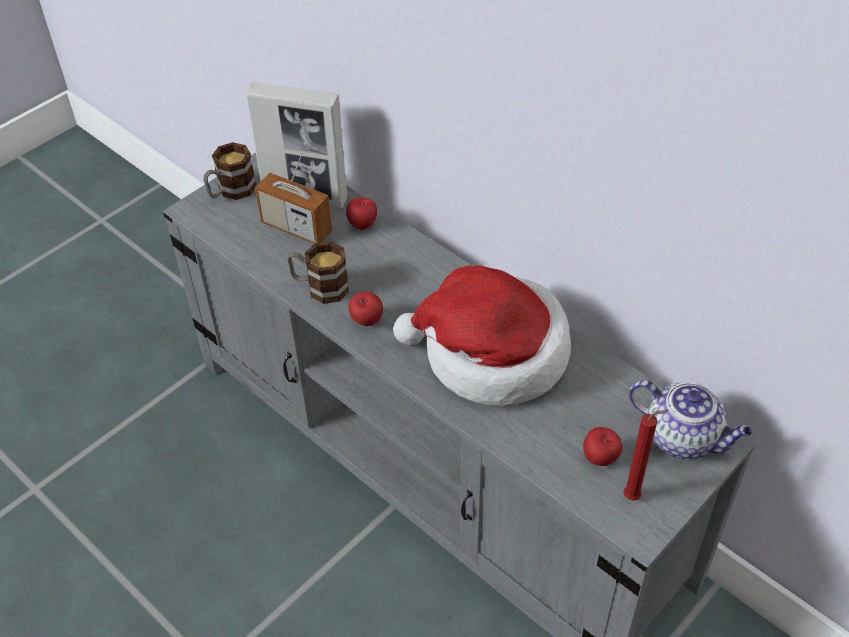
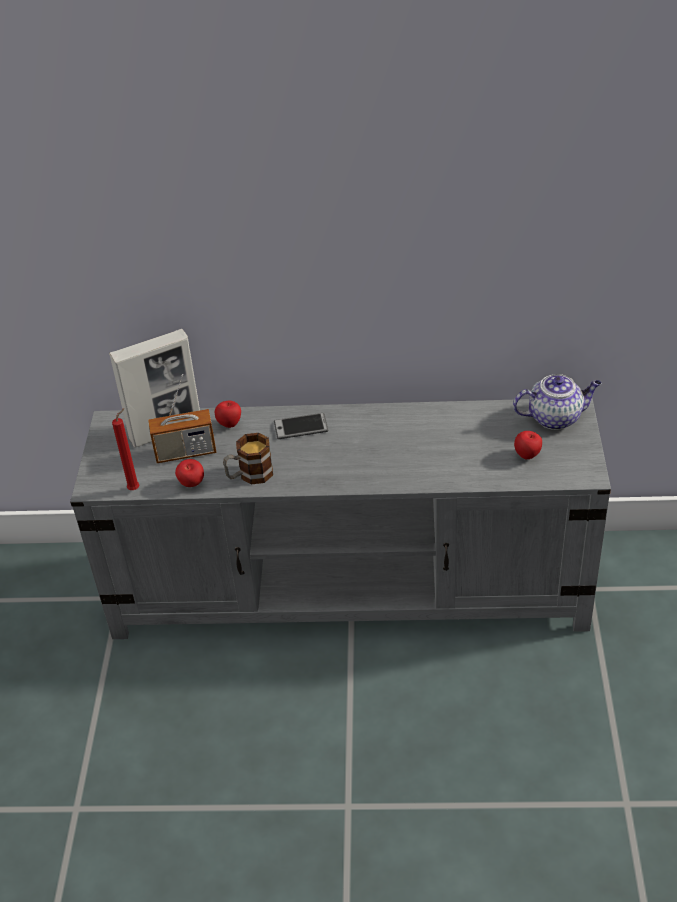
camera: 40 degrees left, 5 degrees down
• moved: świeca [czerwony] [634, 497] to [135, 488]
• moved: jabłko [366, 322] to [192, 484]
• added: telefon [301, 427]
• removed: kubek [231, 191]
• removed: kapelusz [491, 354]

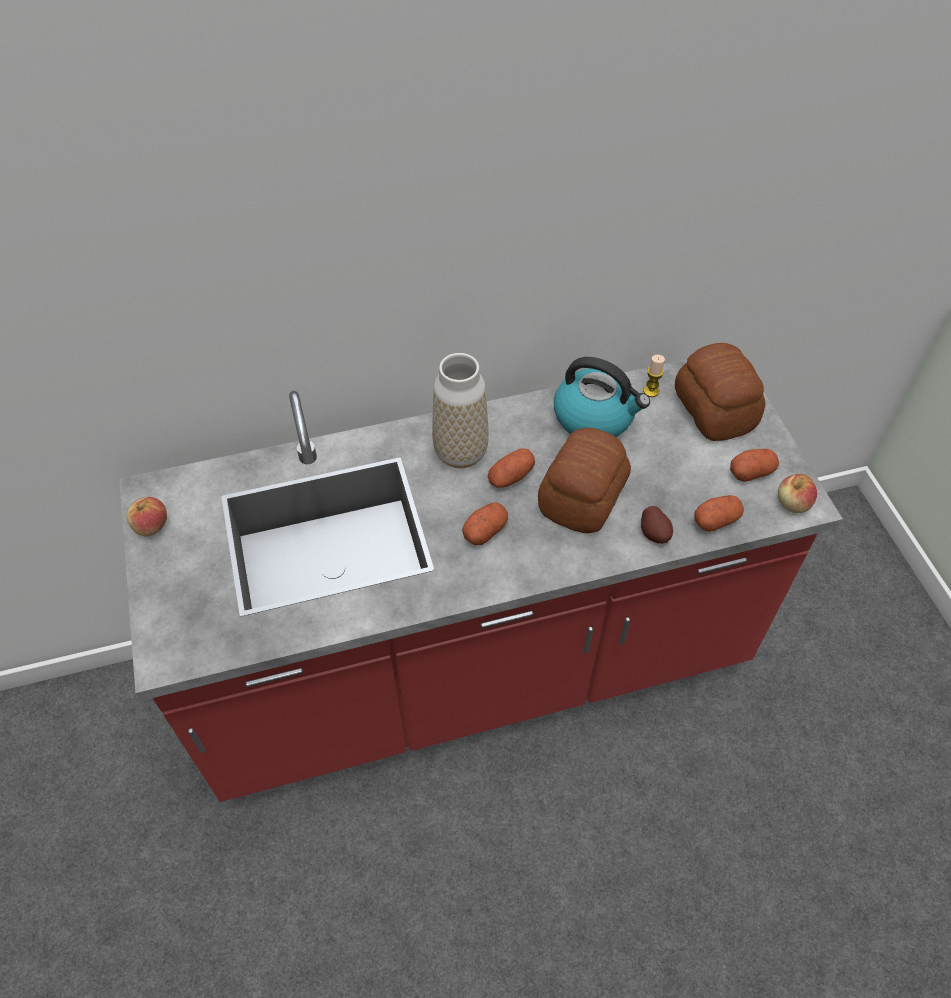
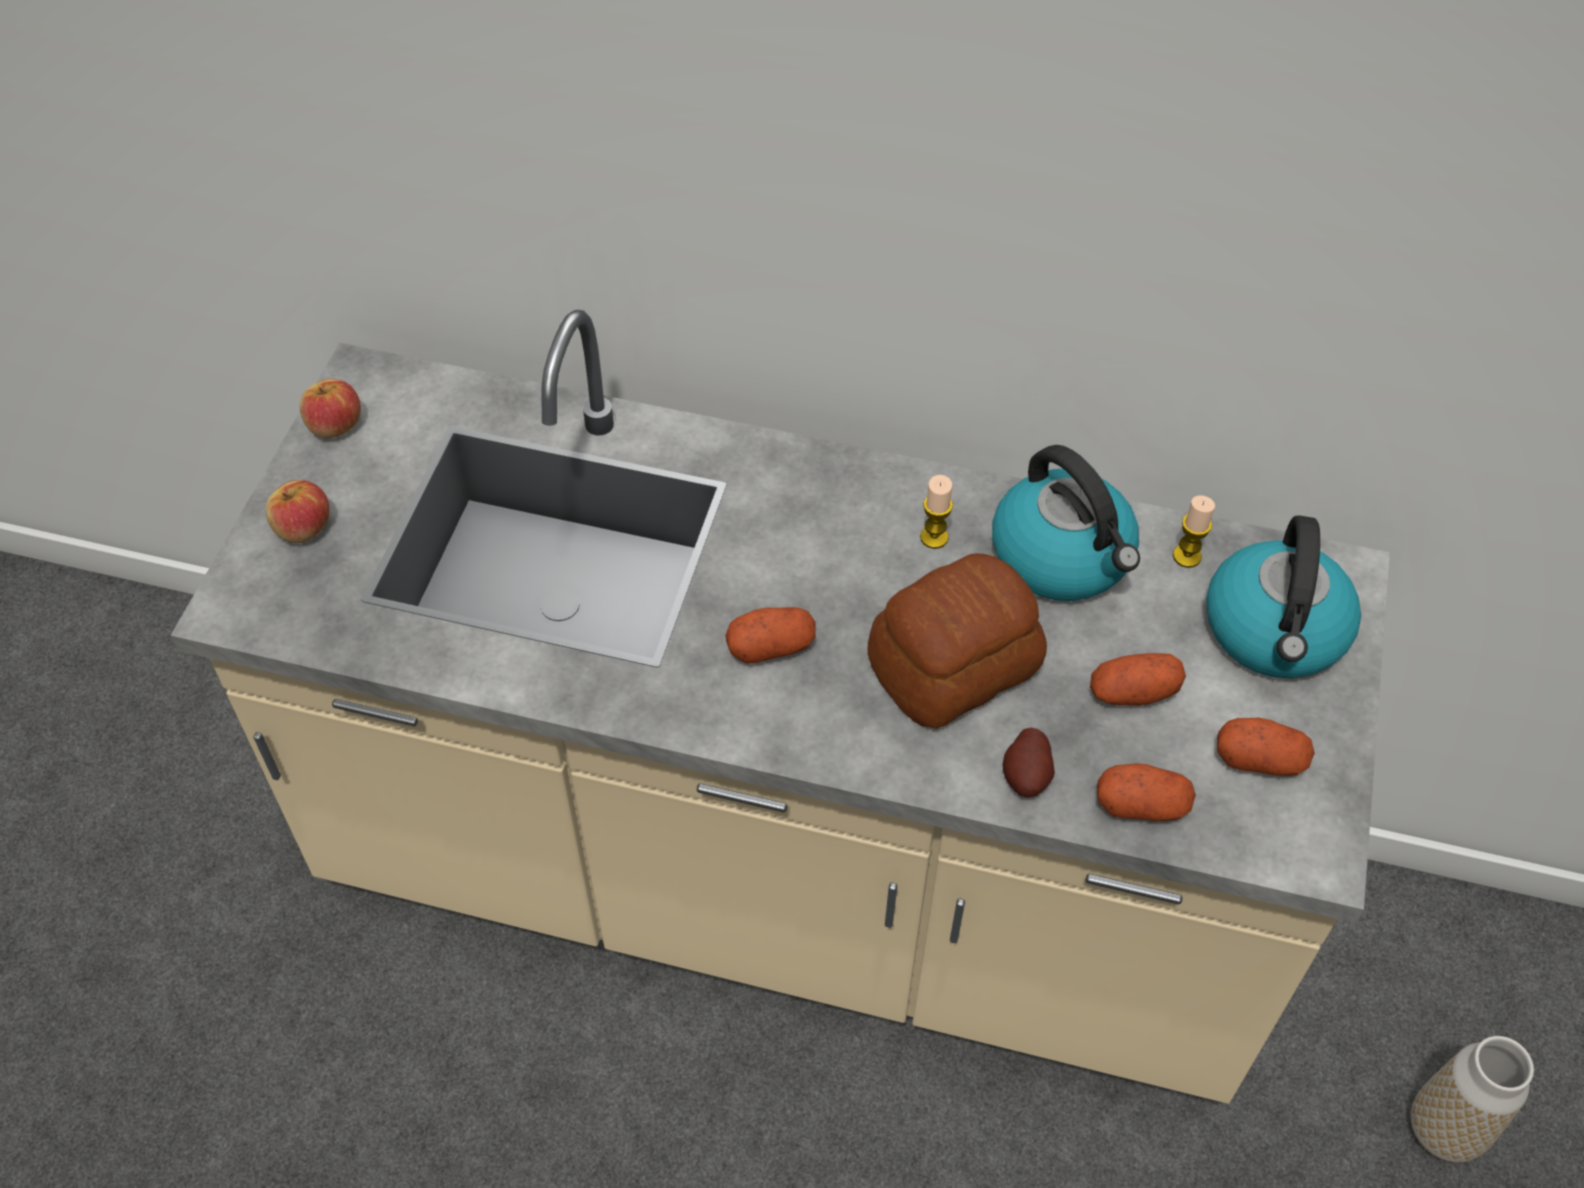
camera: 30 degrees right, 0 degrees up
• recoloured: zabudowa kuchenna [czerwony] [475, 668] to zabudowa kuchenna [beżowy] [789, 885]
• moved: jabłko [792, 503] to [303, 528]
• added: świeca [934, 537]
• moved: ziemniak [511, 477] to [1133, 692]
• replaced: chleb [715, 408] to czajnik [1275, 632]
• moved: wazon [460, 453] to [1444, 1129]

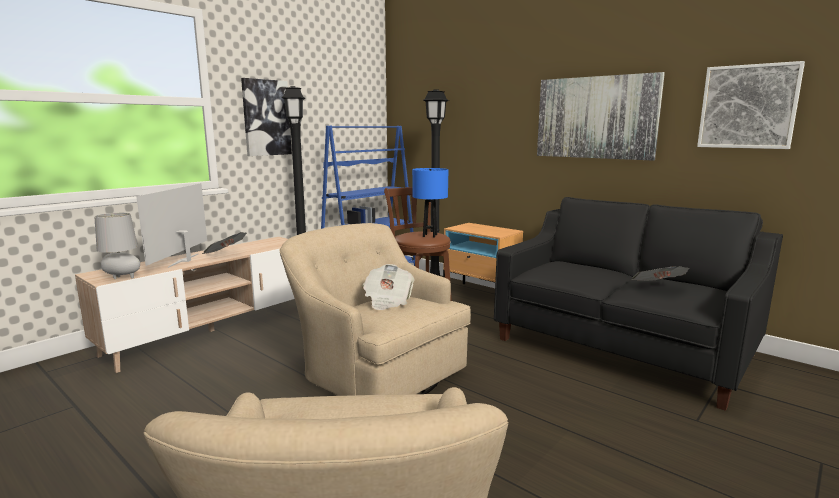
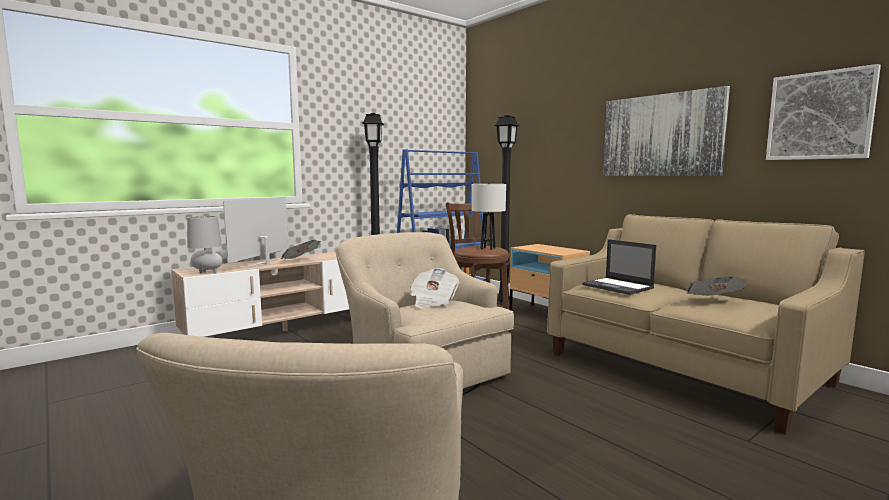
camera: 10 degrees right, 5 degrees down
• recoloured: lampa stołowa [niebieski] [429, 235] to lampa stołowa [biały] [487, 248]
• recoloured: kanapa [czarny] [622, 347] to kanapa [beżowy] [683, 368]
• added: laptop [618, 286]
• removed: obraz [266, 118]

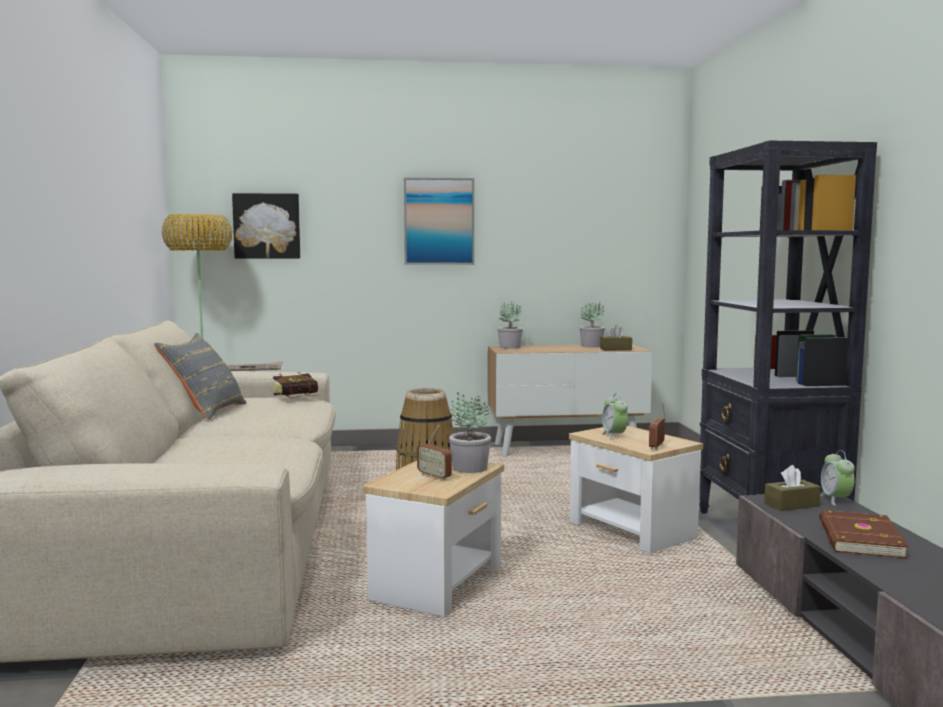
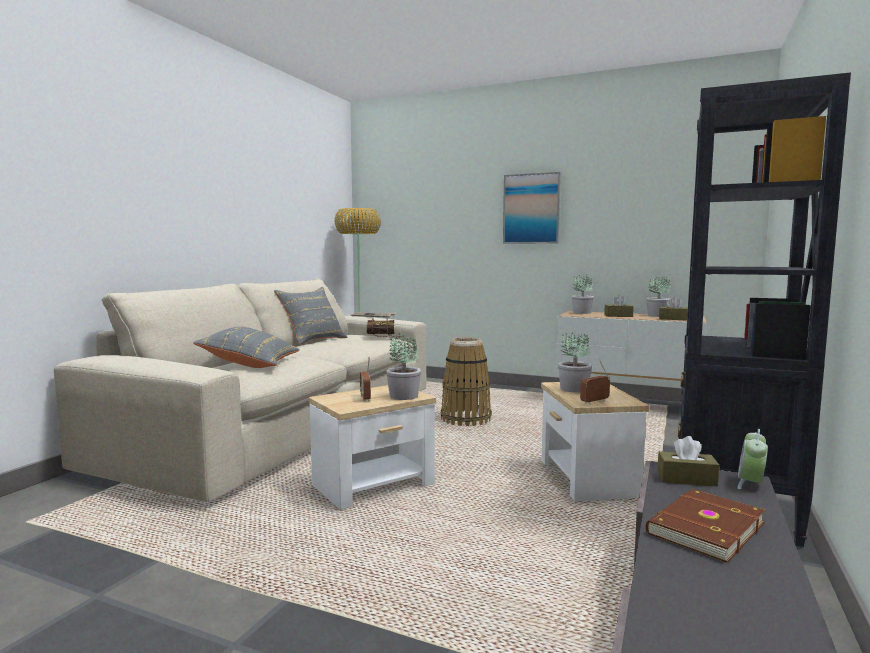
camera: 30 degrees right, 0 degrees up
• added: poduszka [szary] [250, 364]
• replaced: budzik [614, 436] to roślina doniczkowa [574, 389]
• added: pudełko chusteczek [brązowy] [618, 316]
• removed: obraz [267, 226]

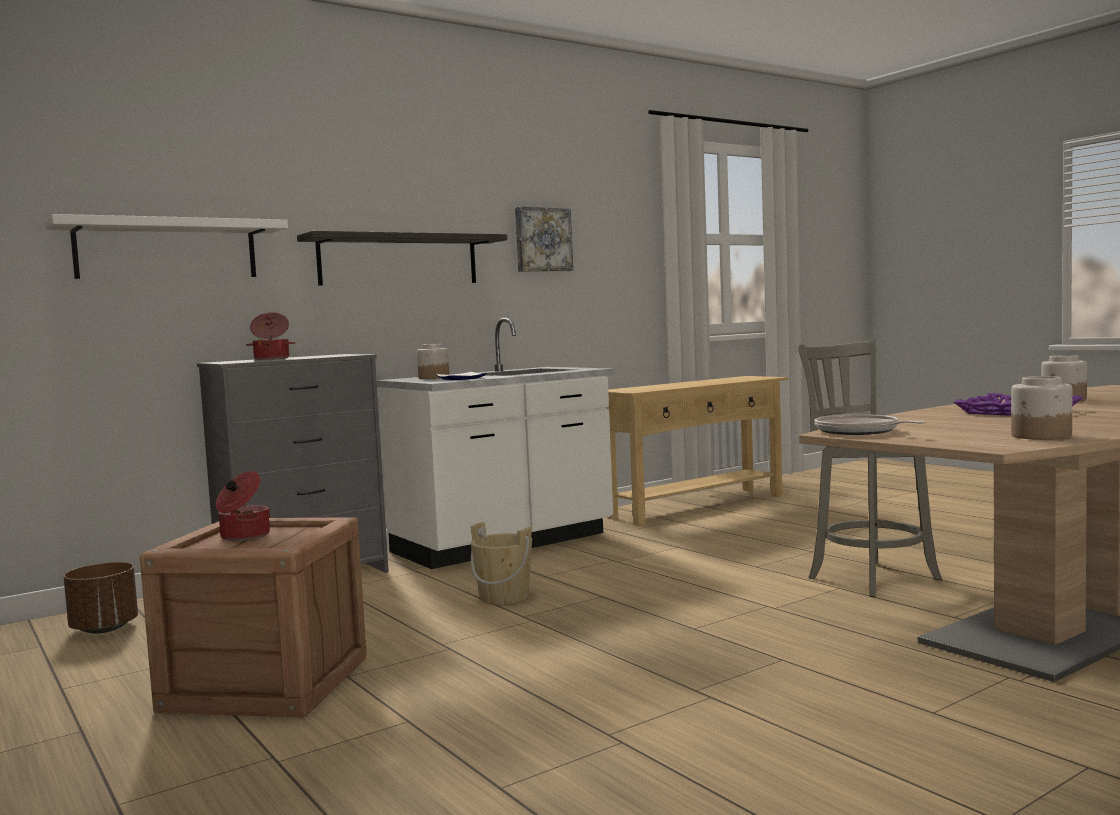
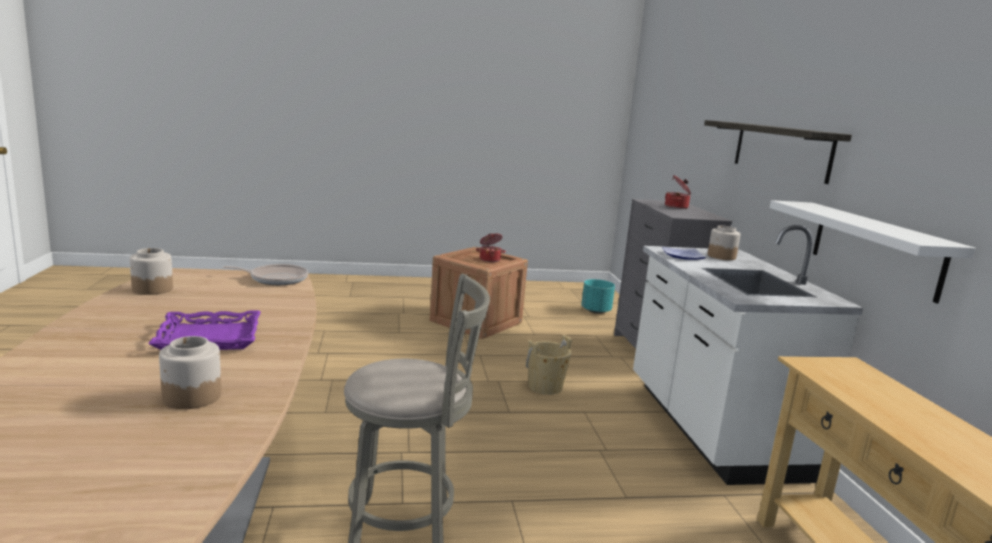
camera: 115 degrees right, 10 degrees up
• recoloured: donica [brązowy] [103, 629] to donica [turkusowy] [596, 311]
• moved: półka [biały] [167, 250] to [874, 248]
• removed: obraz [542, 240]

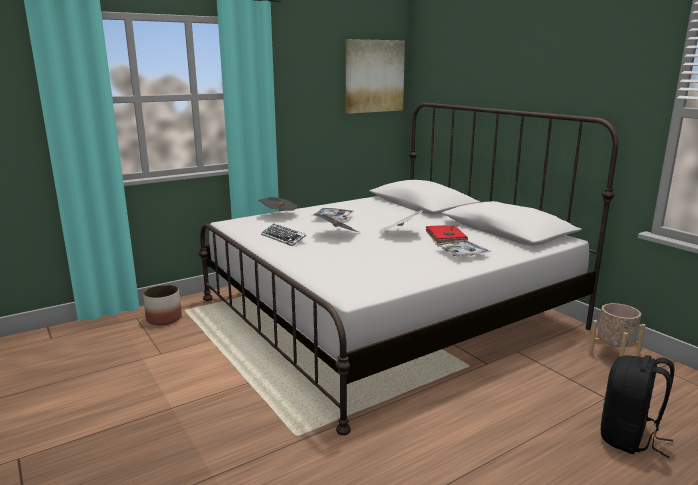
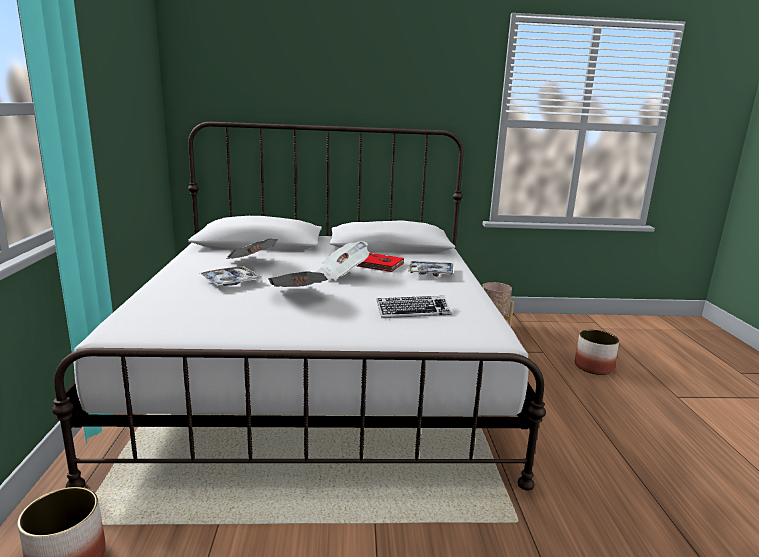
camera: 60 degrees left, 0 degrees up
• moved: gazeta [280, 215] to [252, 262]
• moved: klawiatura [283, 238] to [413, 311]
• replaced: plecak [czarny] [629, 438] to donica [594, 367]
• removed: obraz [374, 76]

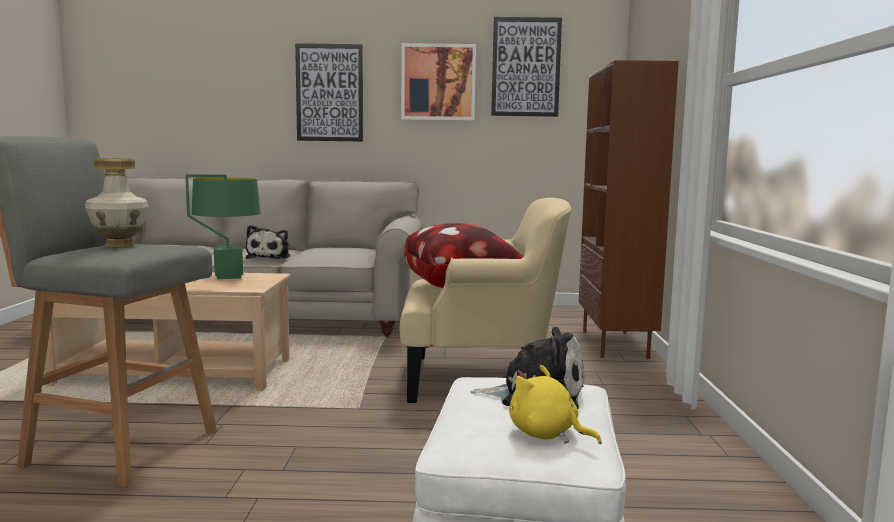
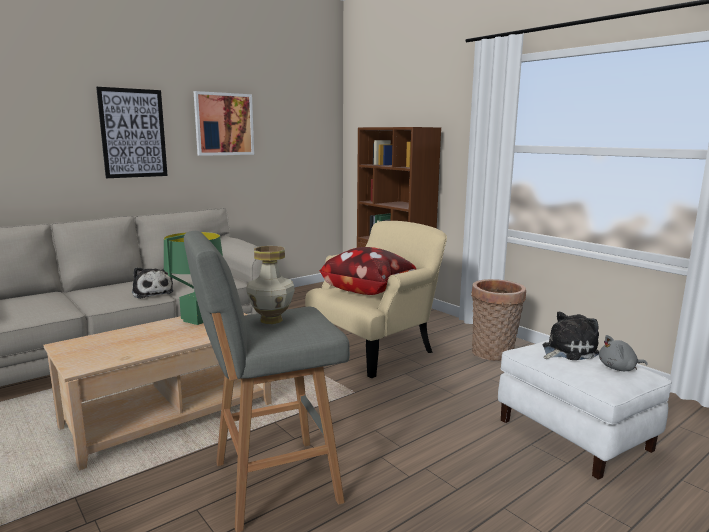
camera: 40 degrees left, 5 degrees up
• added: koszyk [493, 354]
• recoloured: pluszak [żółty] [546, 435] to pluszak [szary] [619, 368]
• removed: obraz [526, 67]

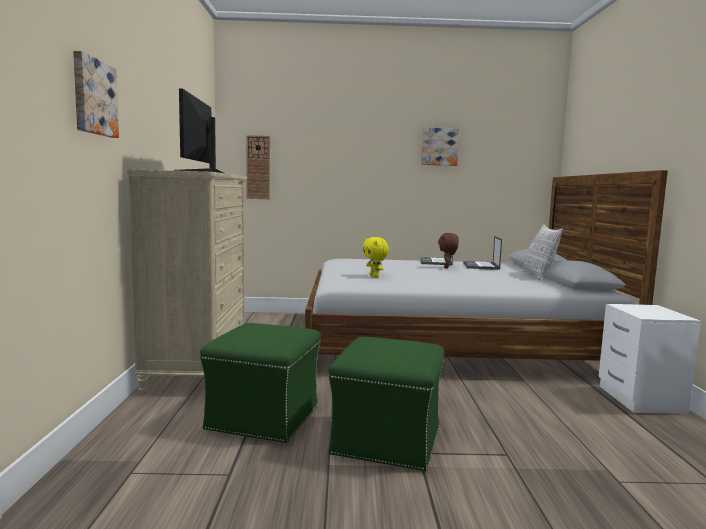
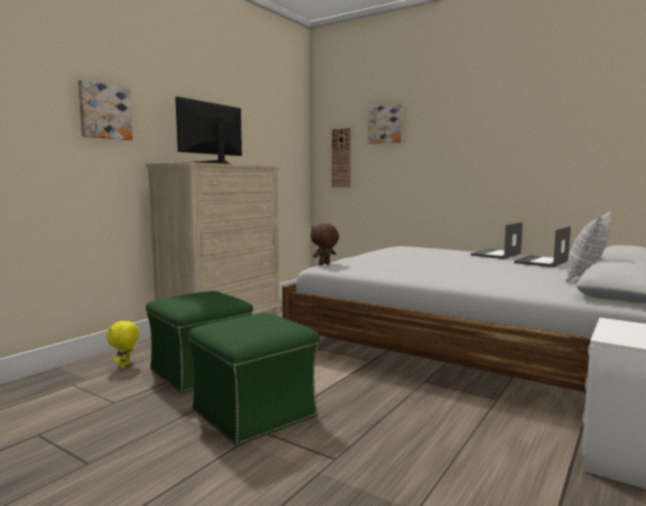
camera: 35 degrees right, 0 degrees up
• moved: pluszak [żółty] [374, 276] to [125, 366]
• moved: pluszak [brązowy] [447, 268] to [324, 264]
• moved: obraz [439, 146] to [385, 124]

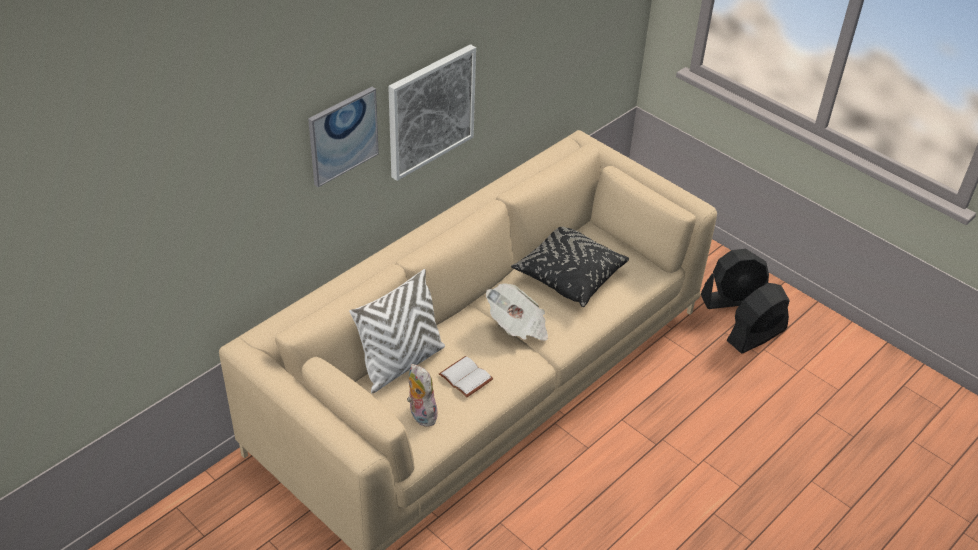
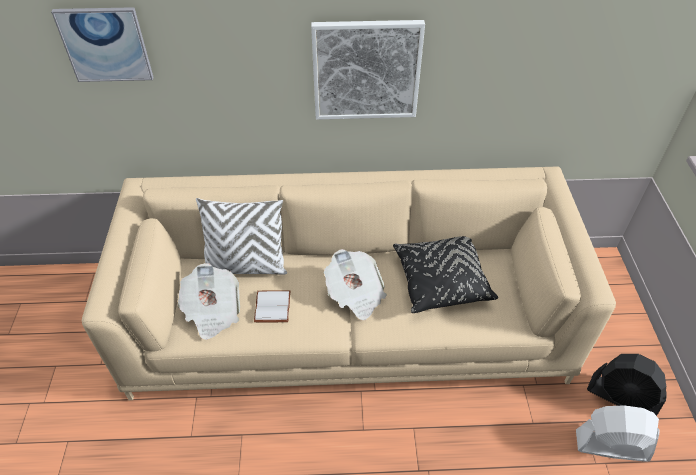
camera: 45 degrees right, 5 degrees up
• moved: obraz [343, 135] to [105, 44]
• replaced: pluszak [420, 414] to gazeta [212, 311]
• recoloured: wentylator [czarny] [756, 335] to wentylator [biały] [611, 445]

